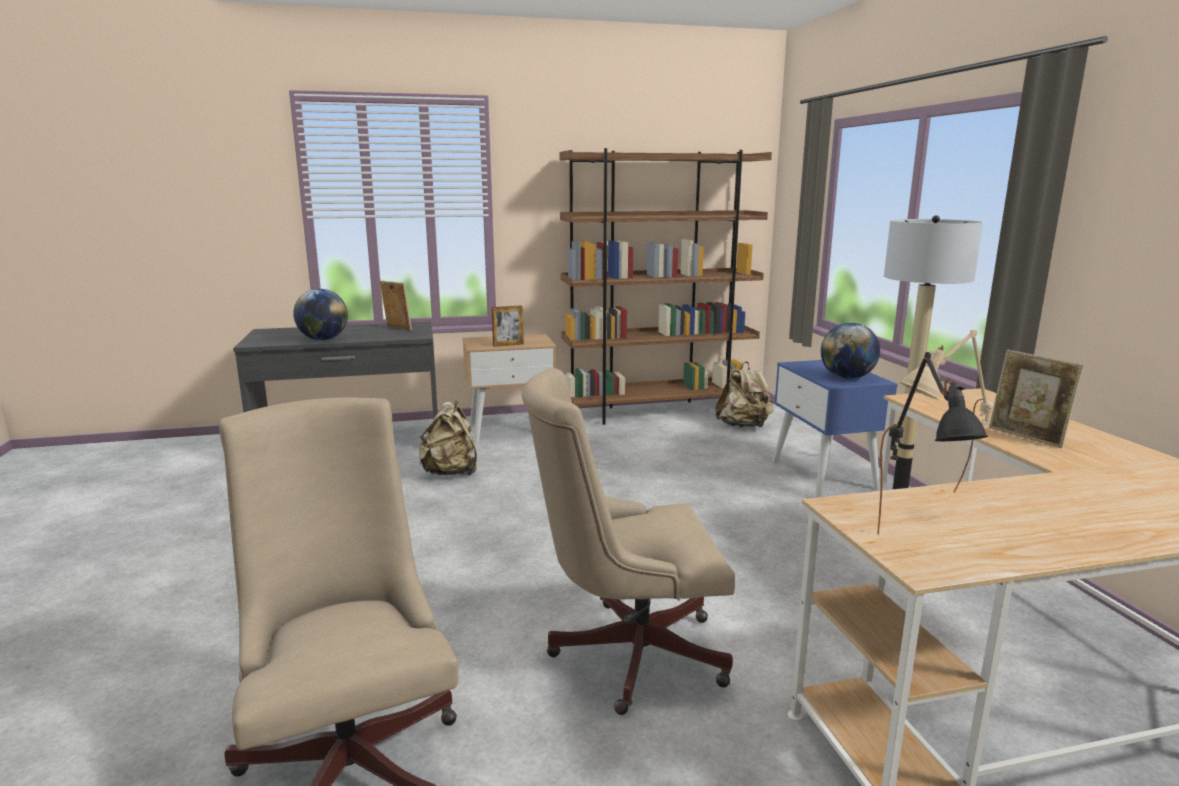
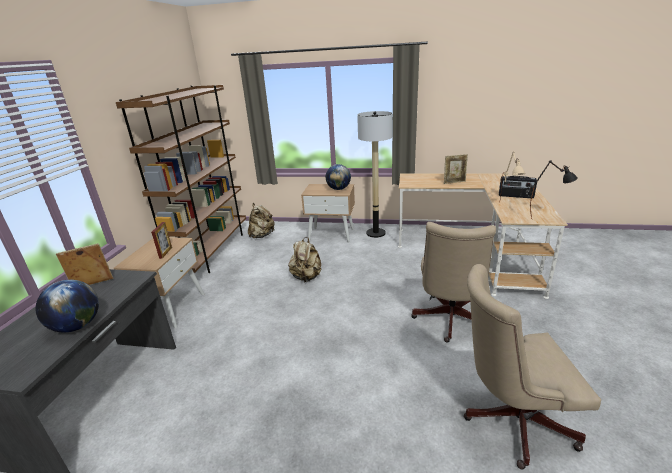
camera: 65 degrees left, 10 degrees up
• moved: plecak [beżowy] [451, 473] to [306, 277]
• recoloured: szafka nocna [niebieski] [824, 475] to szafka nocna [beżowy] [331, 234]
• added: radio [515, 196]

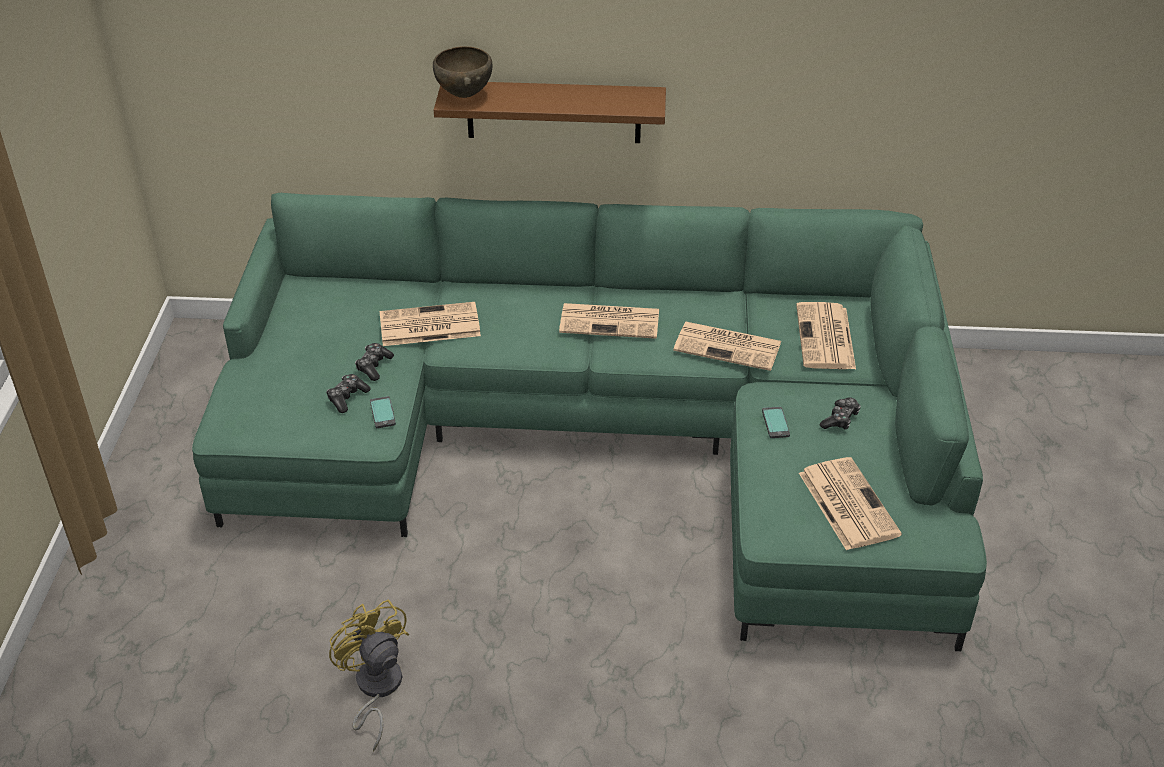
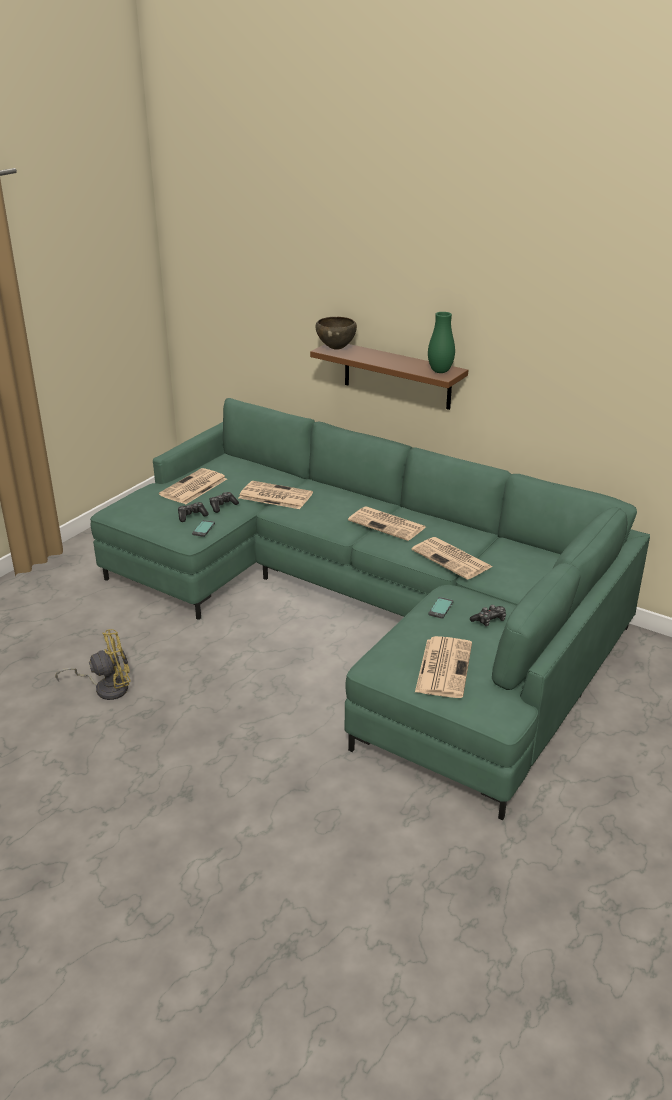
camera: 30 degrees right, 10 degrees down
• turned: wentylator [żółty] [375, 689] = [106, 688] 75 degrees clockwise
• moved: gazeta [826, 338] to [193, 487]
• added: wazon [zielony] [440, 371]

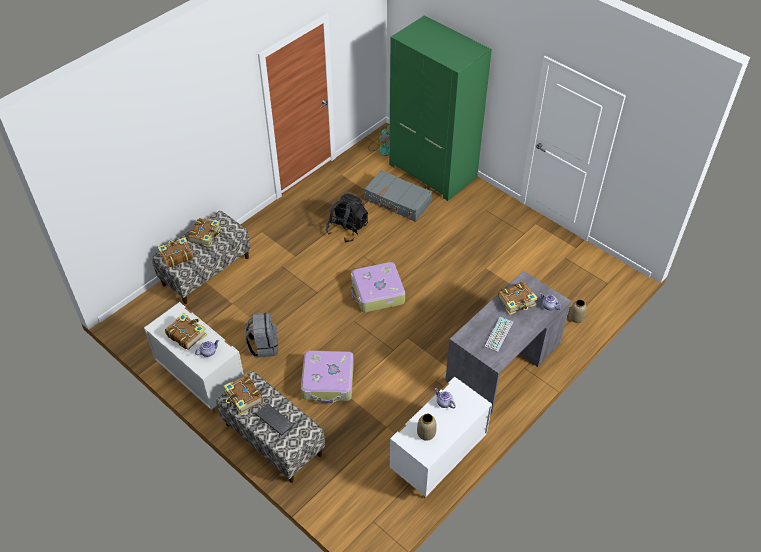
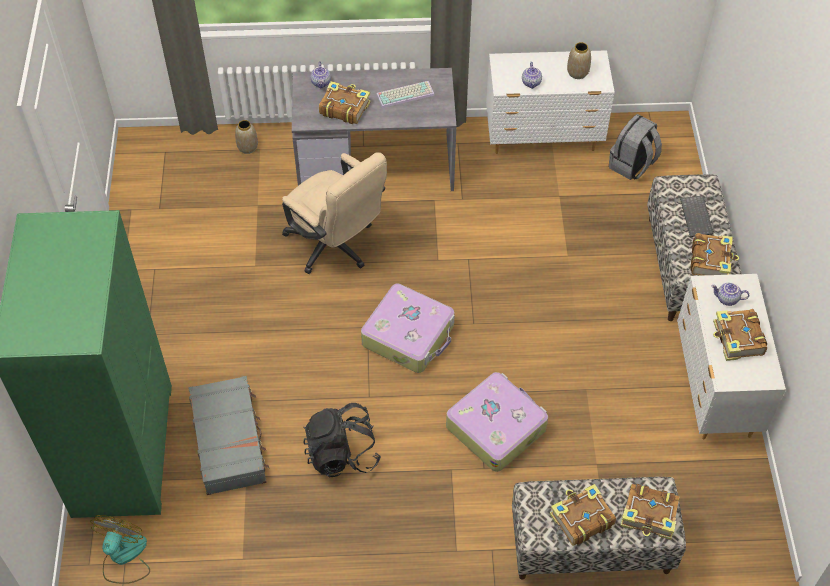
camera: 135 degrees left, 5 degrees up
• added: krzesło biurowe [beżowy] [336, 247]
• moved: walizka [328, 381] to [496, 427]
• moved: plecak [szary] [263, 346] to [632, 165]

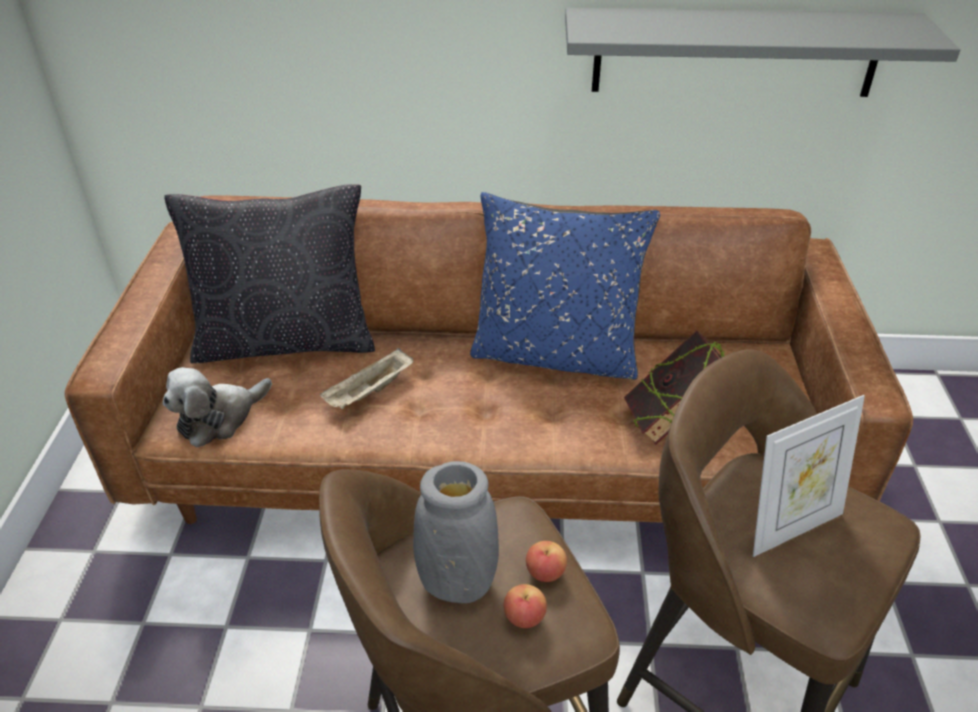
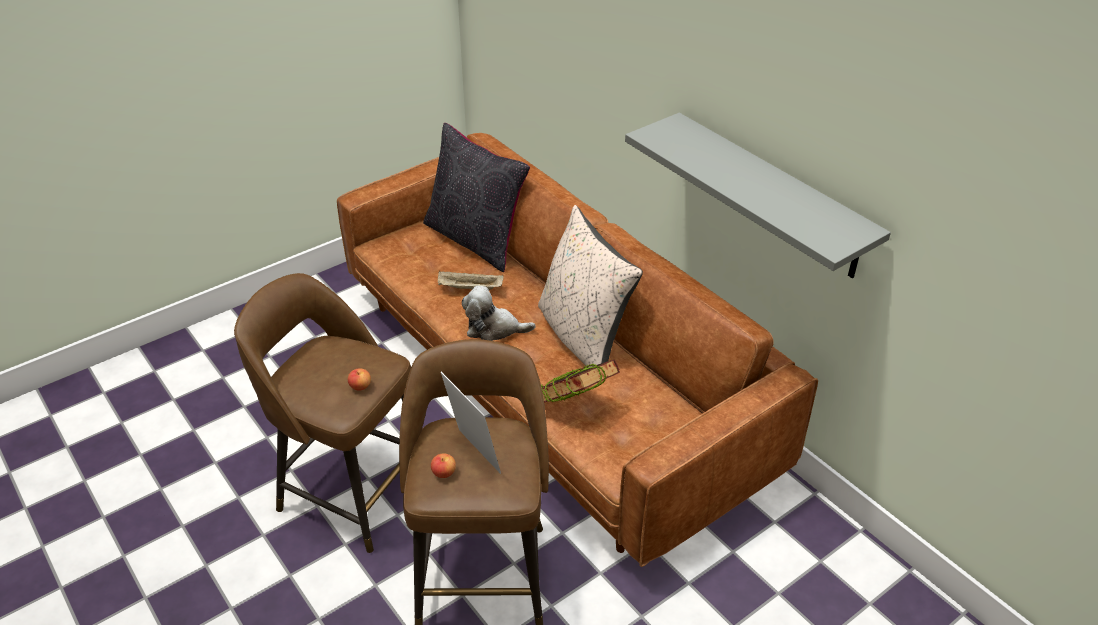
camera: 50 degrees right, 0 degrees up
• moved: jabłko [524, 617] to [444, 473]
• turned: ramka na zdjęcie [790, 526] = [473, 454] 150 degrees counterclockwise
• moved: pluszak [219, 418] to [494, 329]
• recoloured: poduszka [niebieski] [555, 354] to poduszka [beżowy] [583, 336]
• removed: wazon [szary] [457, 581]

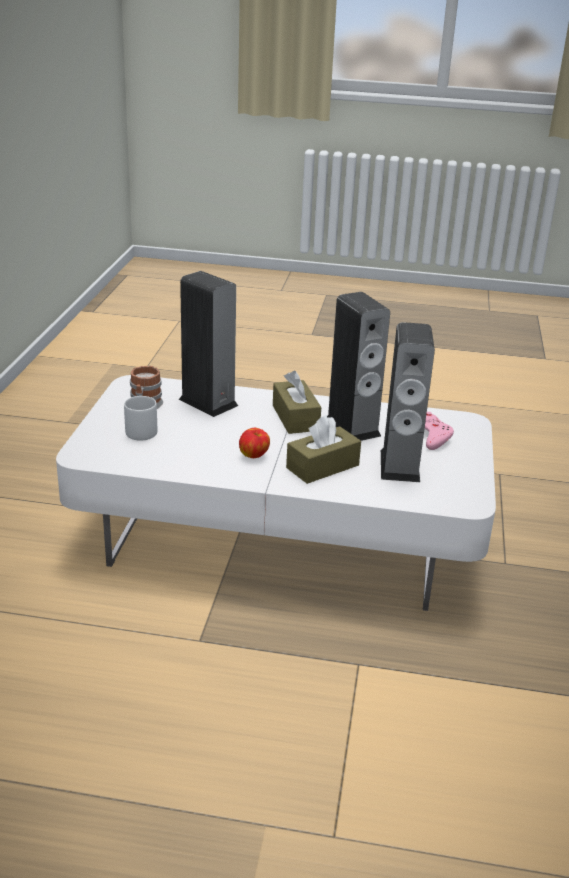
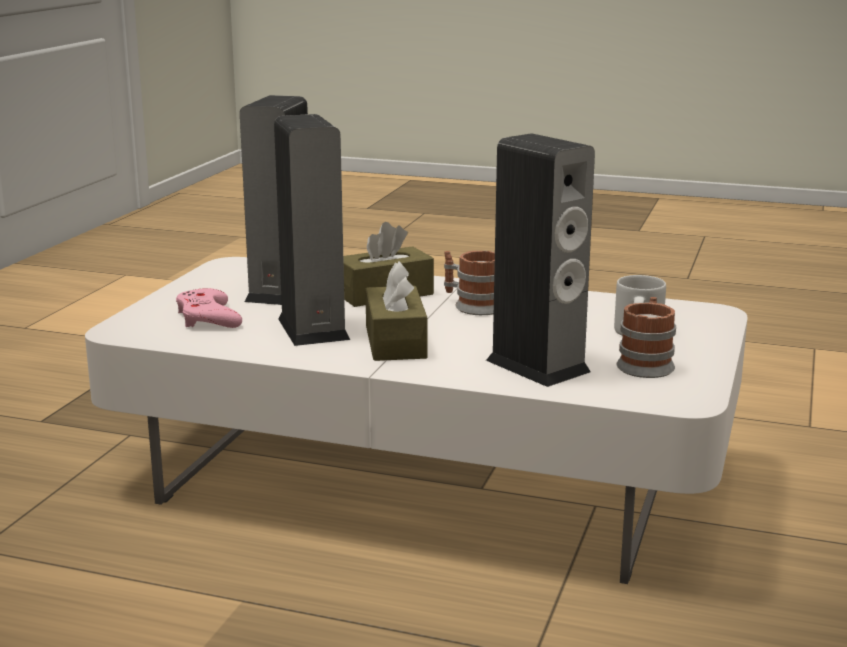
camera: 170 degrees left, 10 degrees down
• replaced: jabłko [254, 455] to kubek [472, 305]

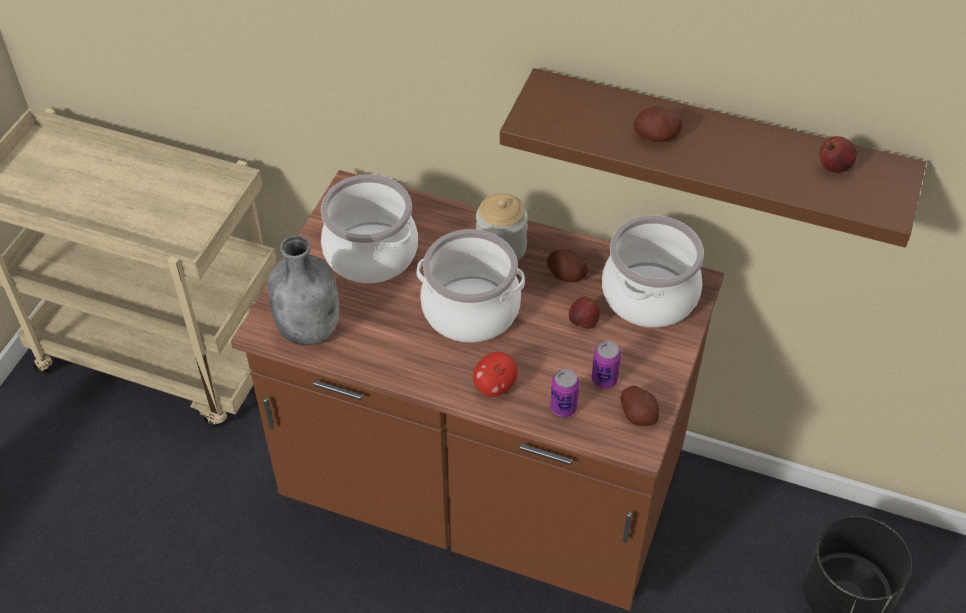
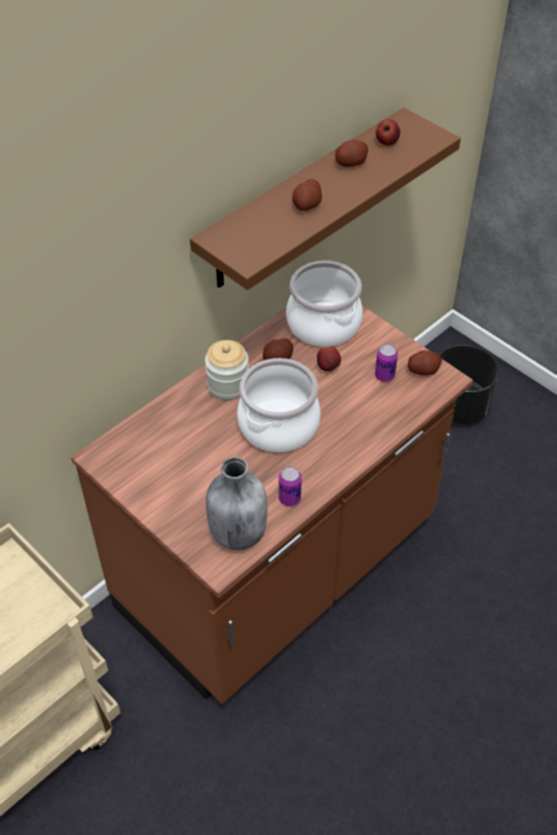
camera: 65 degrees left, 0 degrees up
• moved: puszka [563, 408] to [289, 498]
• added: ziemniak [350, 163]
• removed: garnek [371, 252]
• removed: jabłko [494, 386]

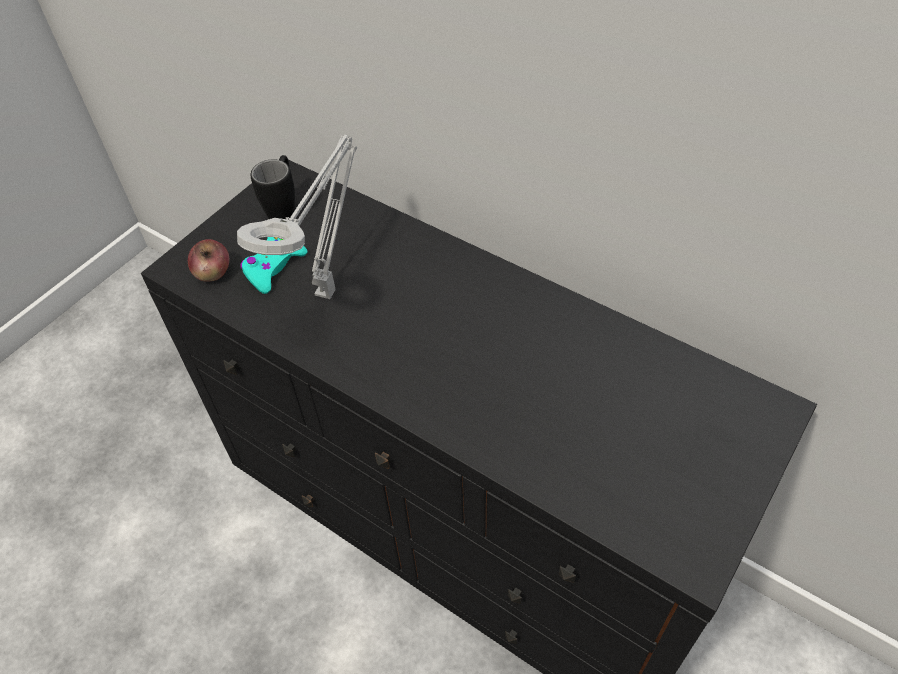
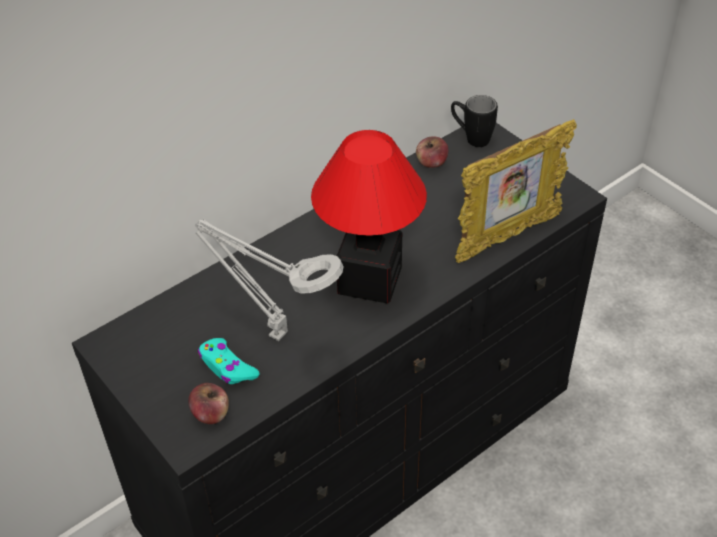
camera: 75 degrees left, 5 degrees down
• added: lampa stołowa [369, 281]
• added: jabłko [431, 163]
• moved: kubek [czarny] [284, 208] to [471, 138]
• added: ramka na zdjęcie [507, 237]

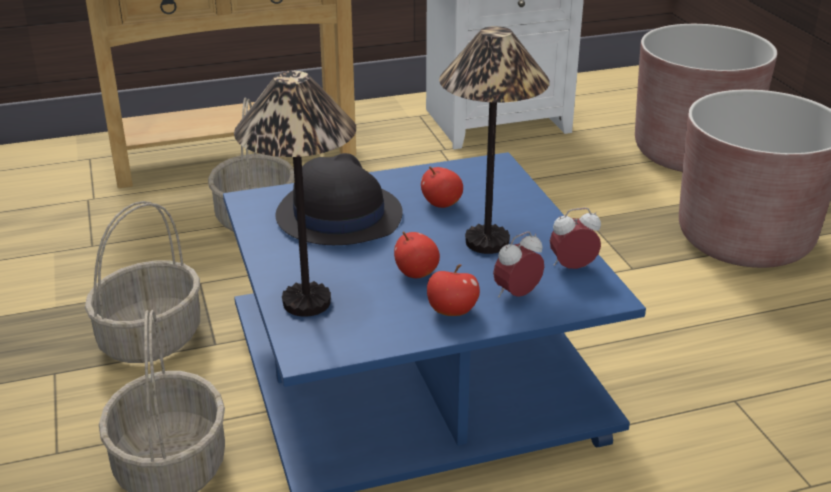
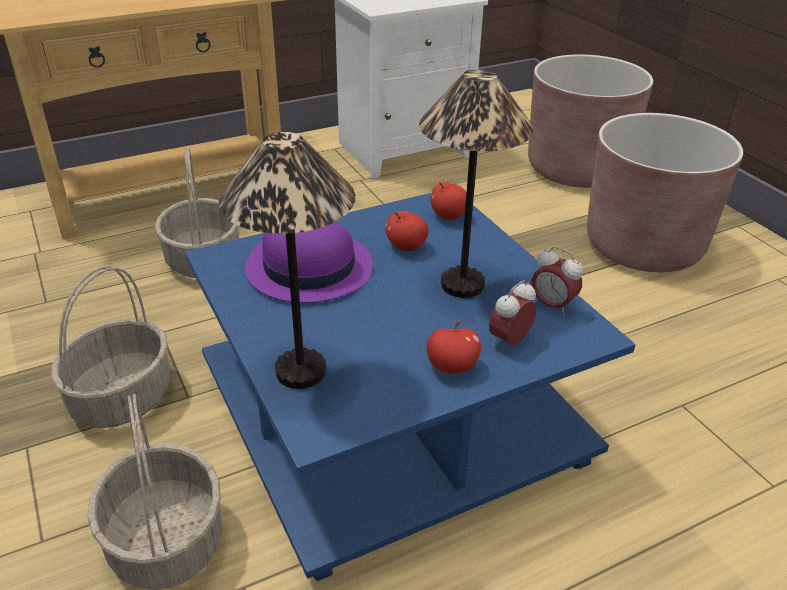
camera: 10 degrees left, 5 degrees up
• recoloured: kapelusz [czarny] [338, 215] to kapelusz [fioletowy] [308, 267]
• moved: jabłko [416, 273] to [448, 216]
• turned: budzik [572, 267] = [552, 305] 120 degrees counterclockwise

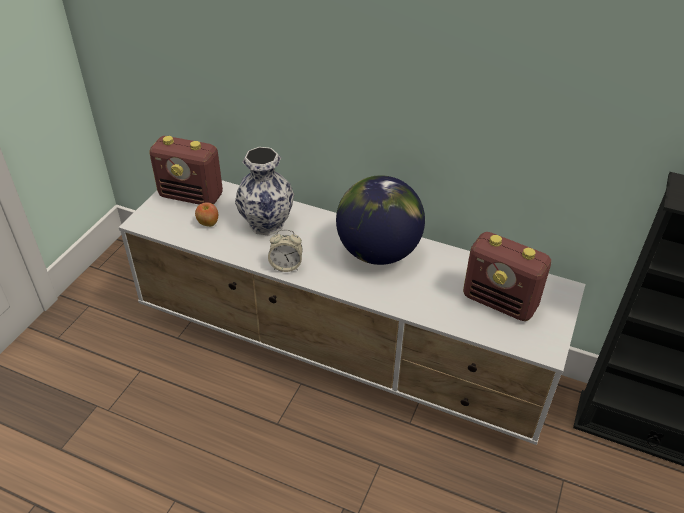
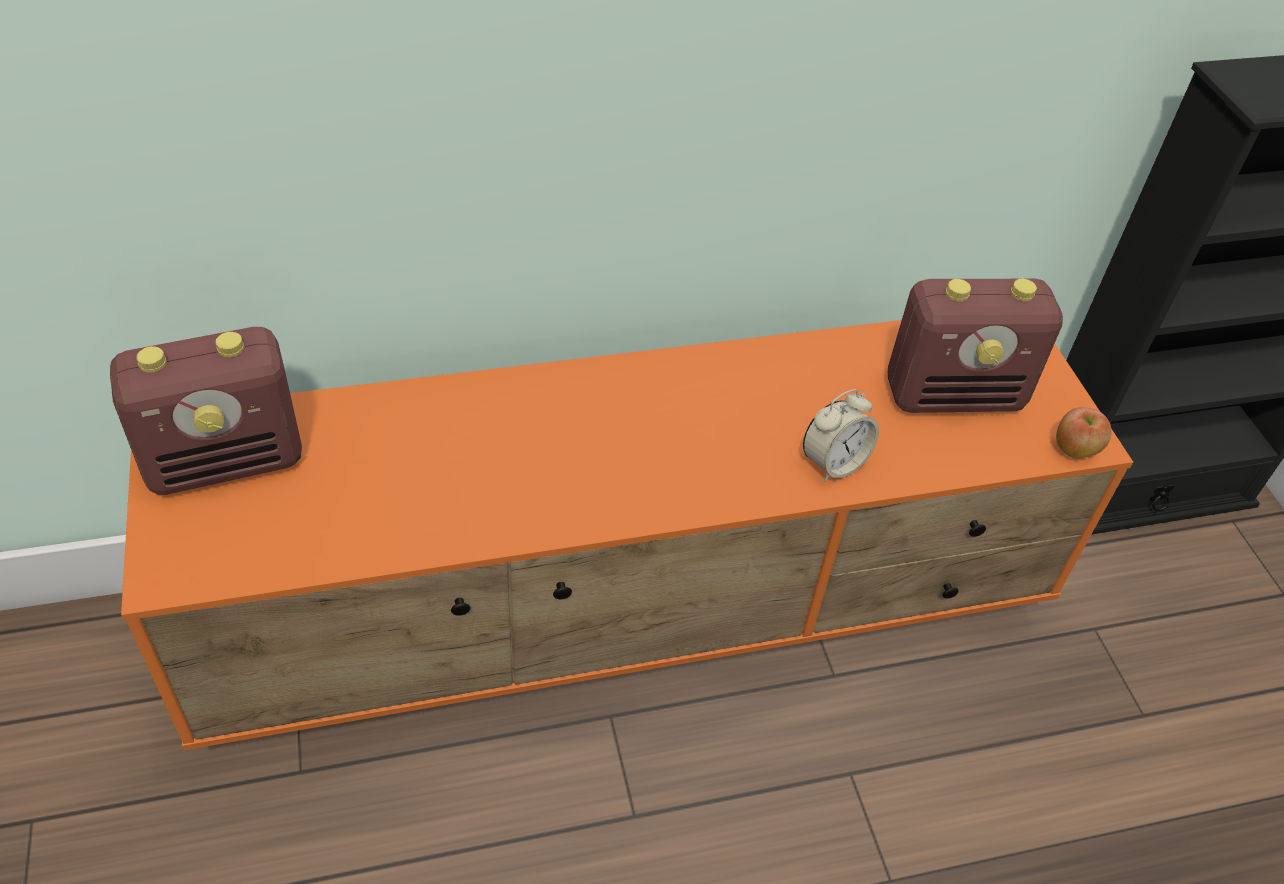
camera: 40 degrees left, 5 degrees up
• recoloured: szafka pod telewizor [biały] [342, 352] to szafka pod telewizor [pomarańczowy] [630, 617]
• moved: budzik [286, 266] to [834, 463]
• moved: jabłko [208, 223] to [1075, 450]
• removed: wazon [266, 224]
• removed: globus [378, 253]

